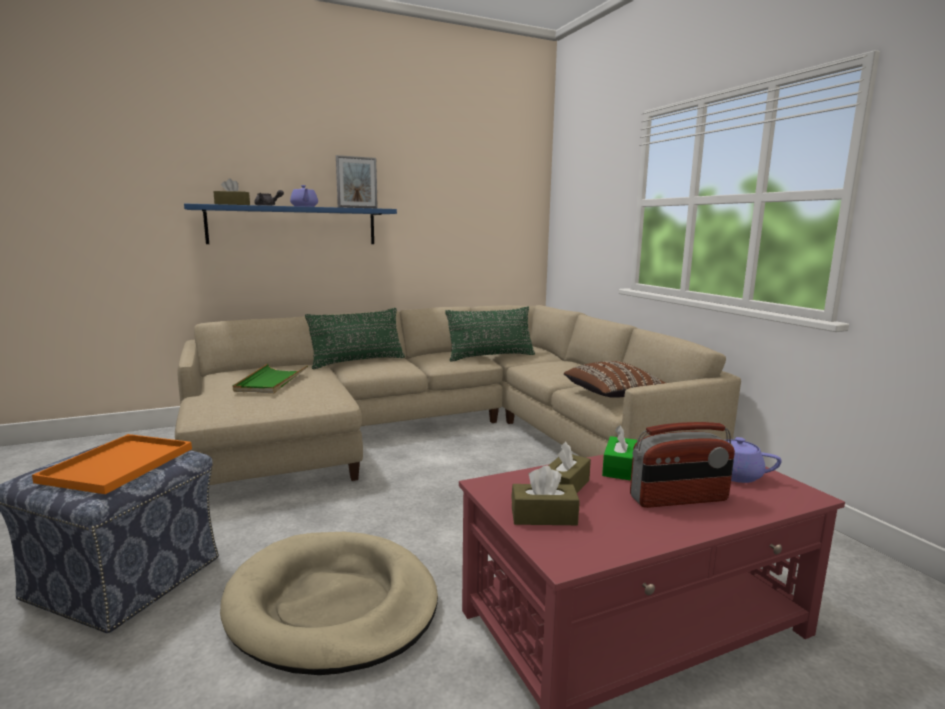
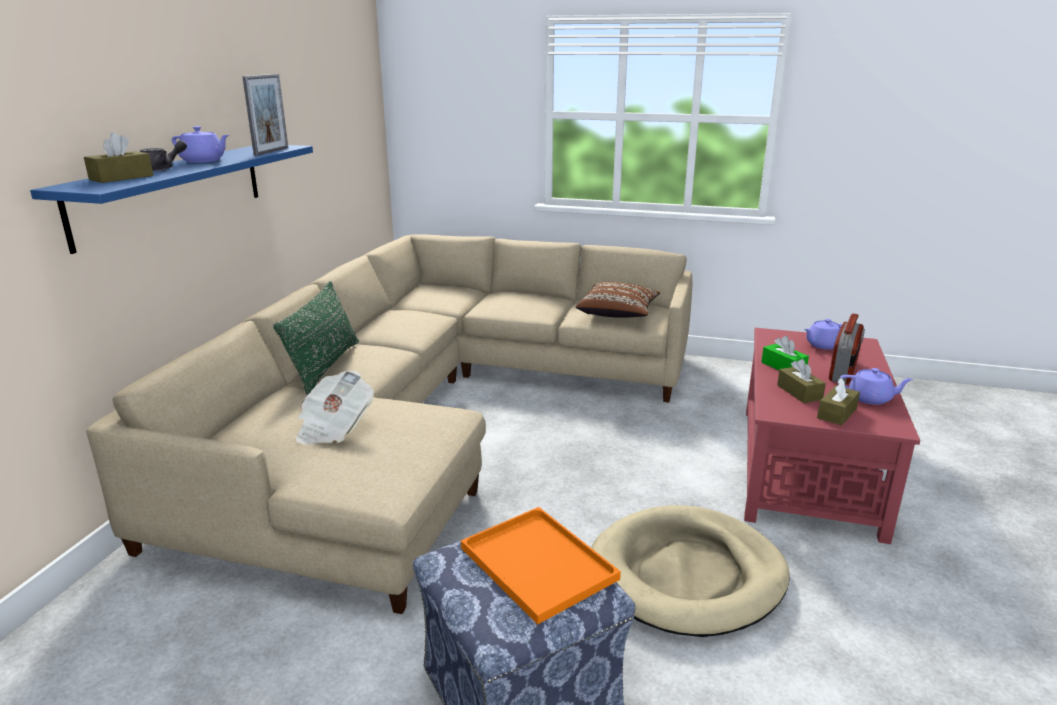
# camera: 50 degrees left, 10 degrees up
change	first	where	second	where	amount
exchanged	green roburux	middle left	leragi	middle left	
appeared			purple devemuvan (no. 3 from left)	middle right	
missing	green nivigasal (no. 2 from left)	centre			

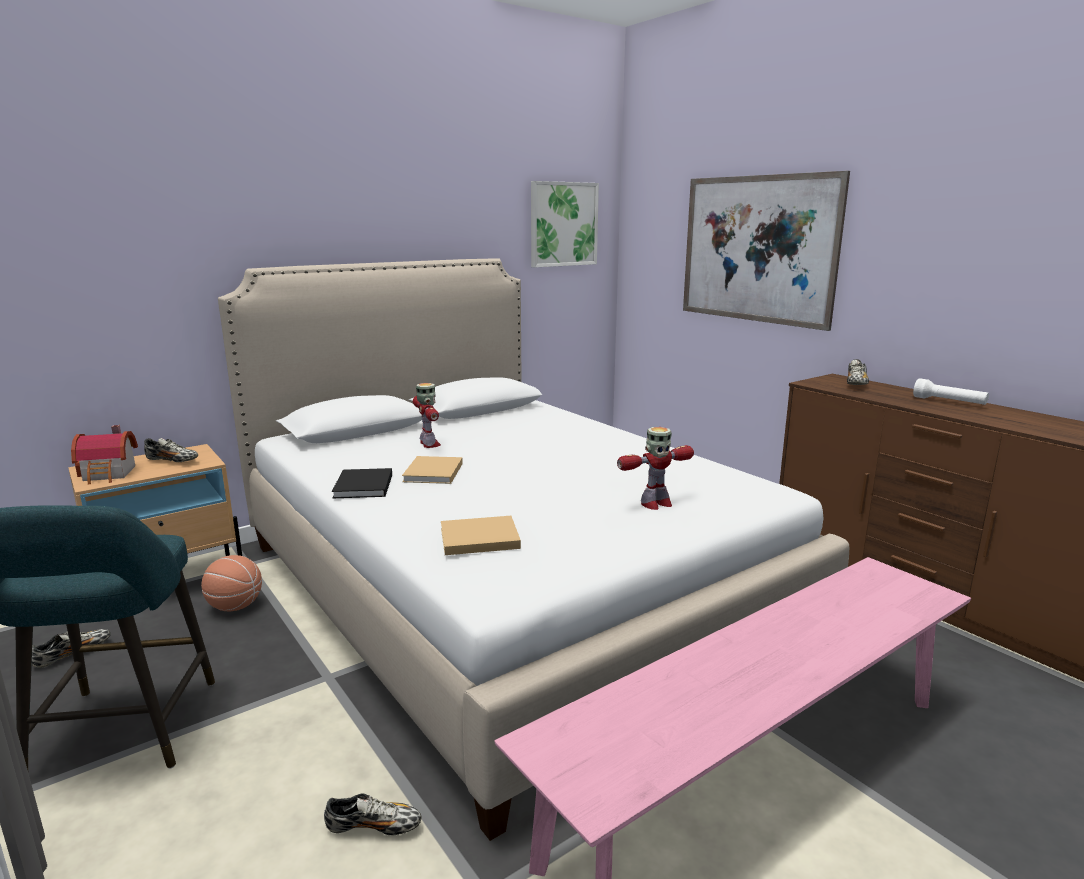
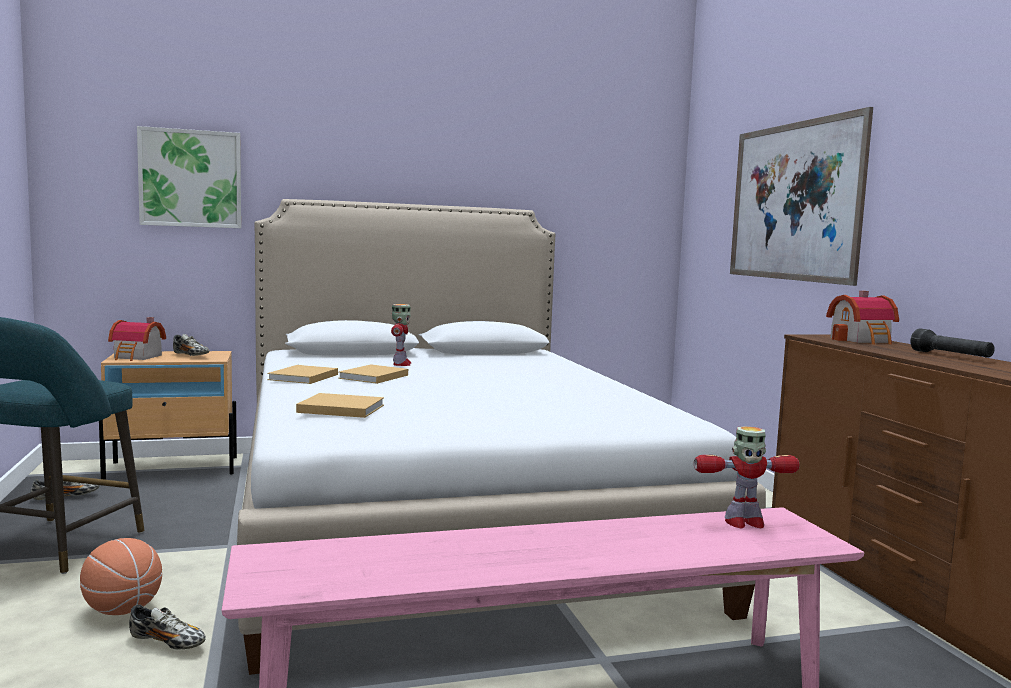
# camera: 20 degrees right, 10 degrees down
change	first	where	second	where	amount
relocated	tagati	middle left		bottom left	
relocated	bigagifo (no. 1 from left)	top centre		top left	
colour	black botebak	centre	beige botebak (no. 1 from left)	middle left	
relocated	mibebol (no. 2 from left)	centre		bottom right	
exchanged	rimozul (no. 4 from left)	middle right	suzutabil (no. 2 from left)	middle right	
colour	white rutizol	middle right	black rutizol	middle right	

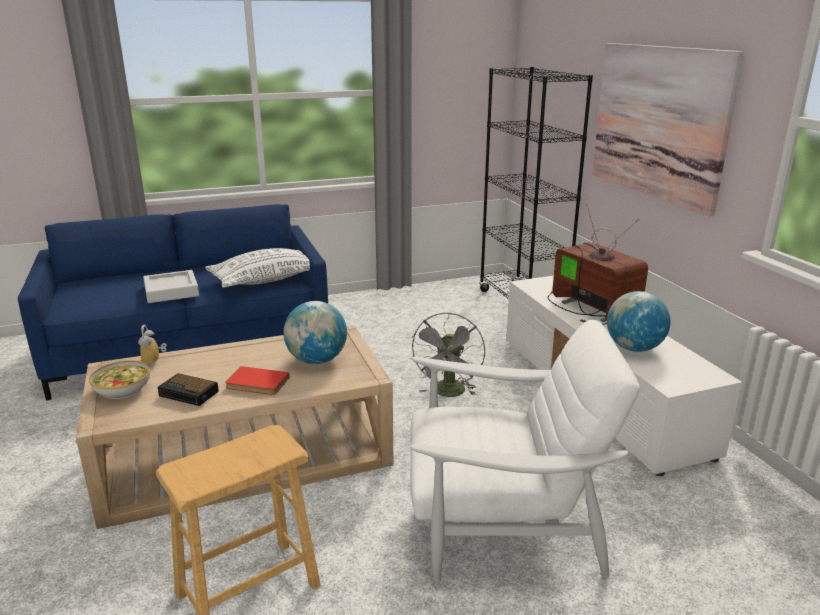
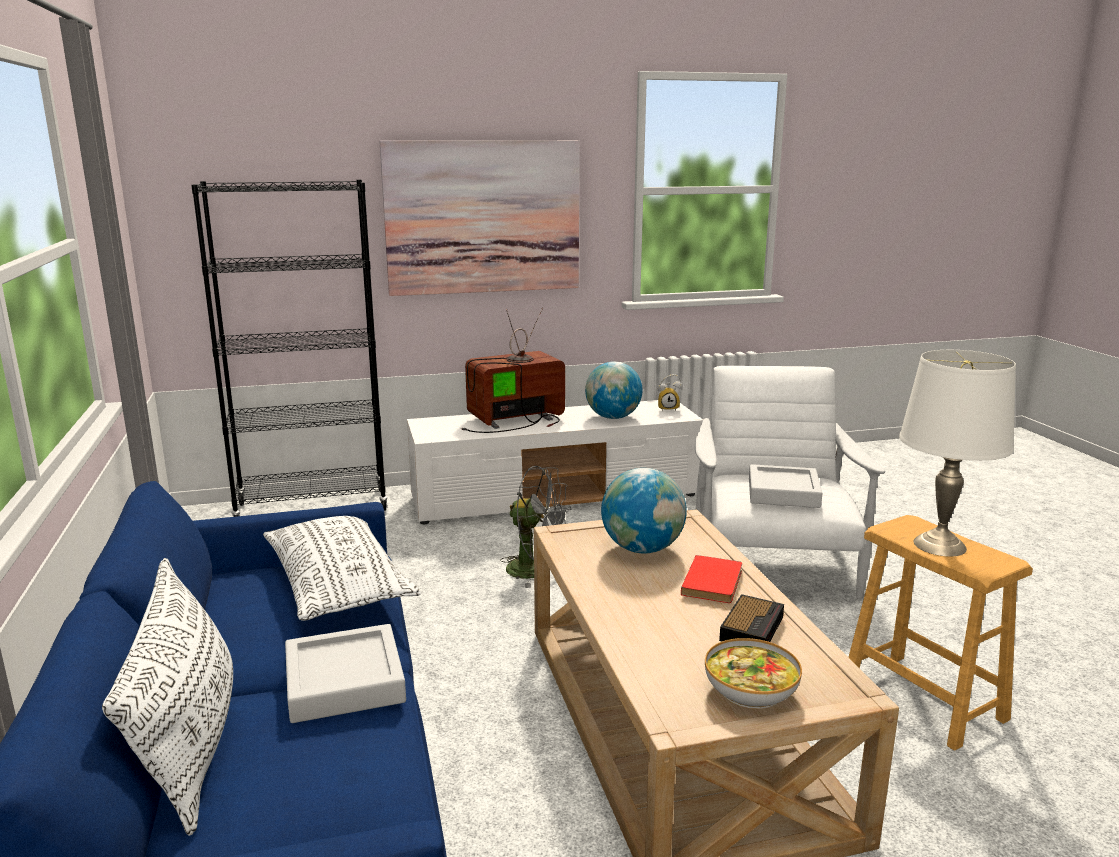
# camera: 85 degrees left, 5 degrees down
change	first	where	second	where	amount
appeared			white nivigasal (no. 1 from left)	bottom left	
relocated	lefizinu (no. 1 from left)	middle left		centre	
appeared			grey roburux (no. 2 from left)	middle right	
appeared			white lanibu	middle right	

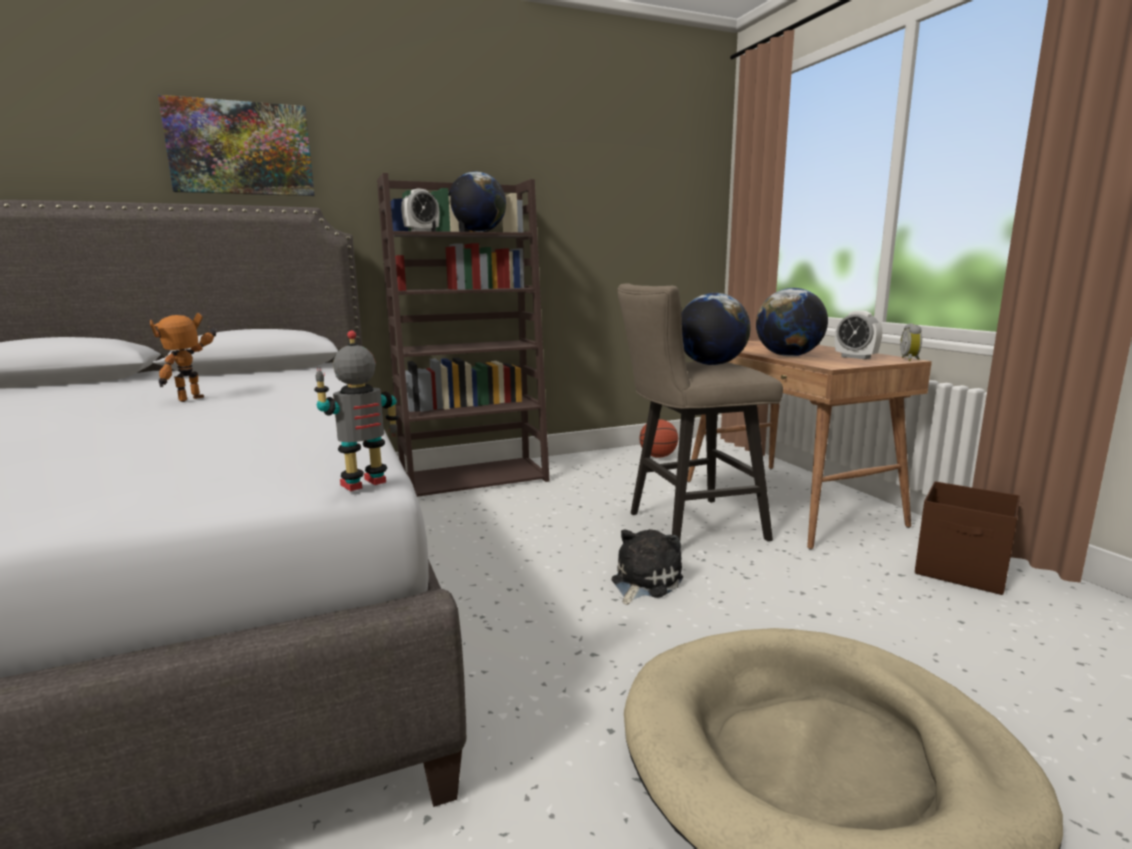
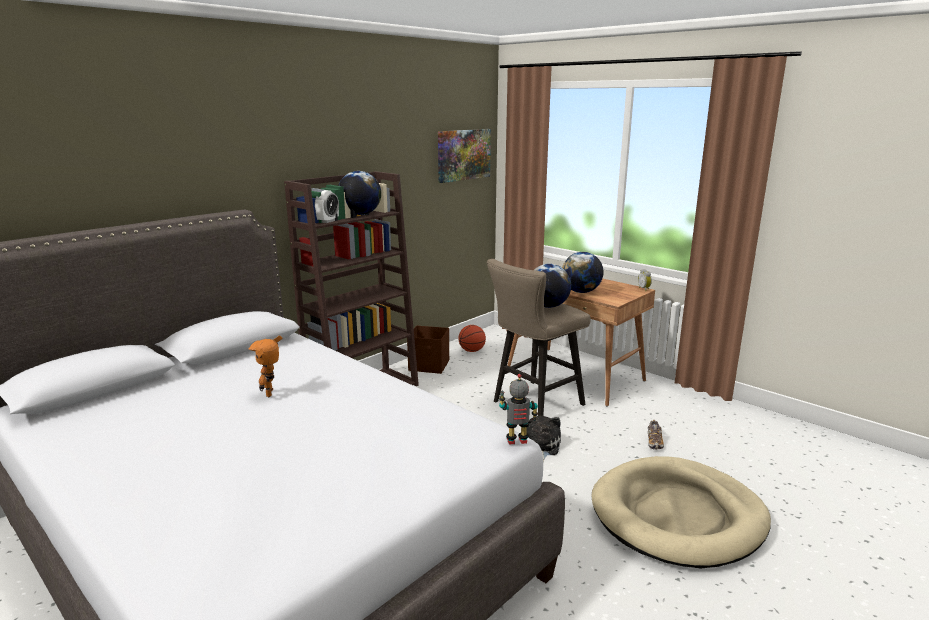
# camera: 25 degrees left, 5 degrees up
change	first	where	second	where	amount
relocated	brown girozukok	middle right		centre	
relocated	bigagifo	top left		top centre	
spun	mibebol (no. 2 from left)	middle left		centre	60 degrees clockwise
appeared			rimozul	bottom right	
missing	lefizinu (no. 2 from left)	middle right			

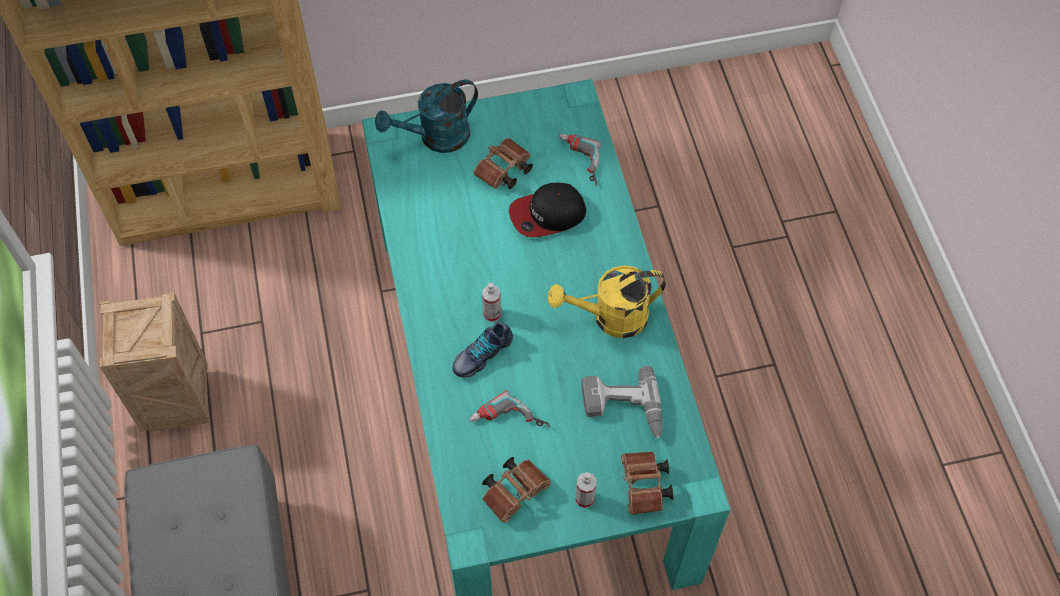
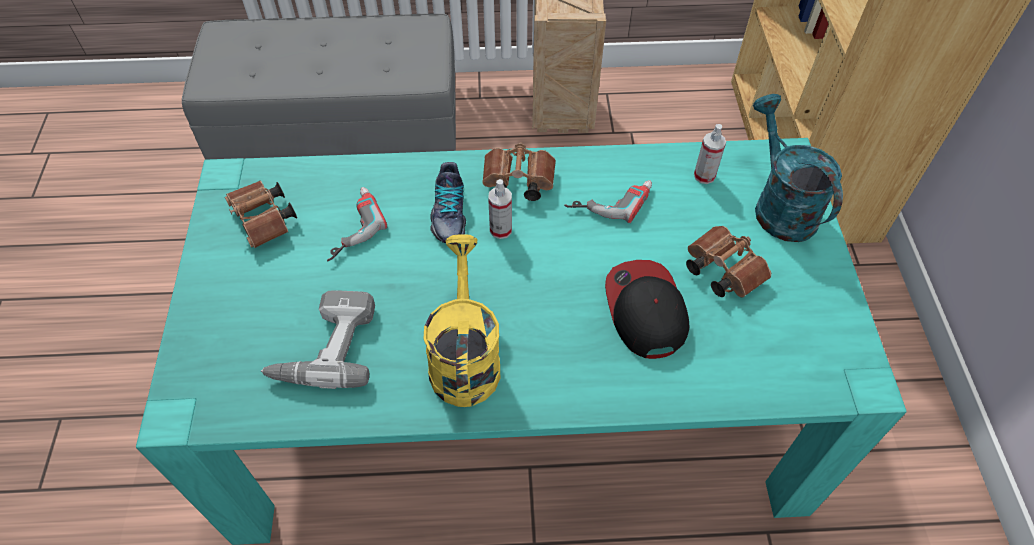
# camera: 100 degrees right, 5 degrees down
change	first	where	second	where	amount
spun	rimozul	centre		centre	150 degrees counterclockwise
relocated	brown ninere (no. 3 from left in the first image)	bottom centre	brown ninere (no. 2 from left)	top centre	
relocated	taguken (no. 2 from left in the first image)	top centre	taguken (no. 3 from left)	centre	
relocated	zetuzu (no. 2 from left)	bottom centre		top right	

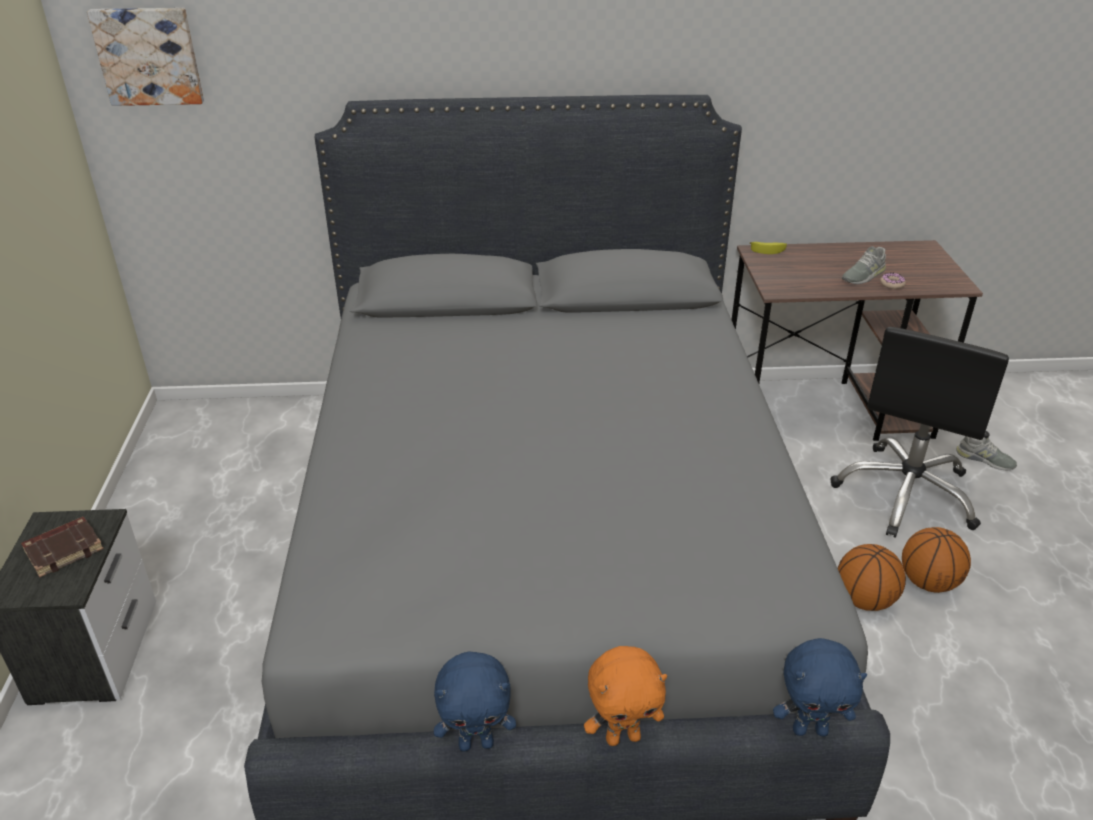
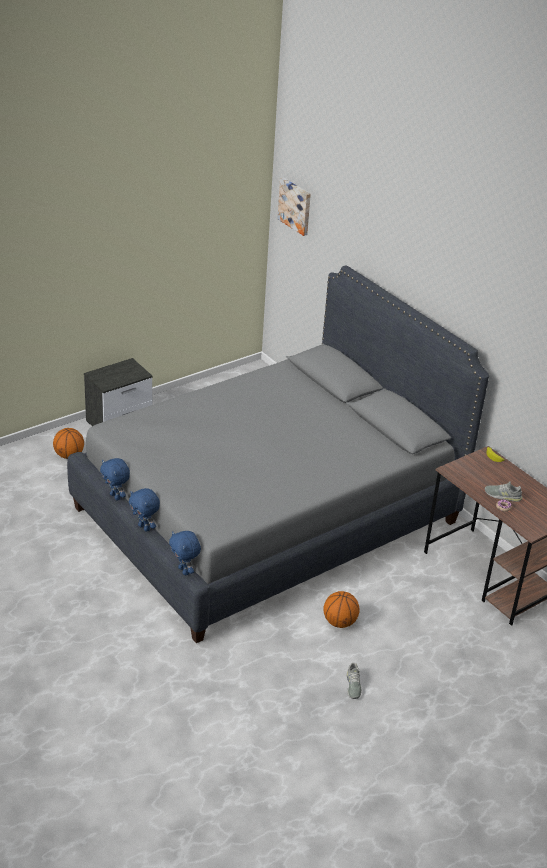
# camera: 55 degrees right, 0 degrees up
change	first	where	second	where	amount
relocated	tagati (no. 2 from left in the first image)	bottom right	tagati (no. 1 from left)	middle left	
colour	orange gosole	bottom centre	blue gosole (no. 2 from left)	middle left	
relocated	grey rimozul (no. 2 from left in the first image)	middle right	grey rimozul (no. 1 from left)	bottom centre	
missing	brown botebak	bottom left			
missing	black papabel	middle right			

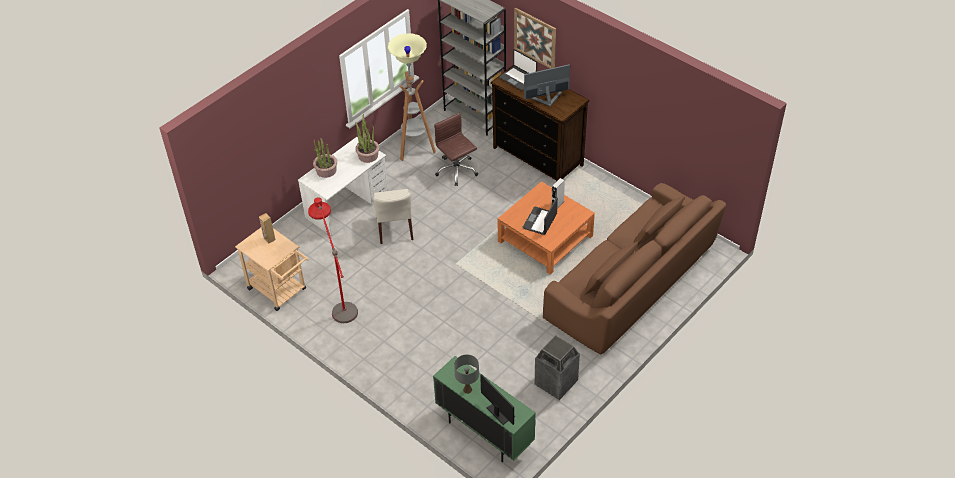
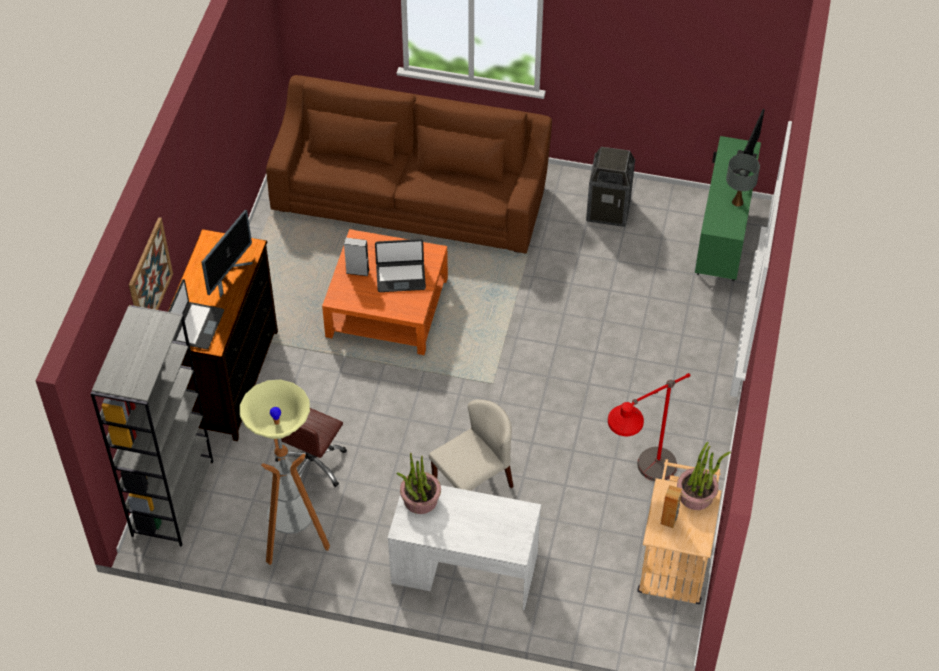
# camera: 120 degrees left, 5 degrees up
change	first	where	second	where	amount
spun	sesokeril (no. 2 from left in the first image)	top centre	sesokeril (no. 1 from left)	middle left	105 degrees counterclockwise
relocated	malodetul (no. 1 from left in the first image)	top centre	malodetul (no. 2 from left)	bottom right	

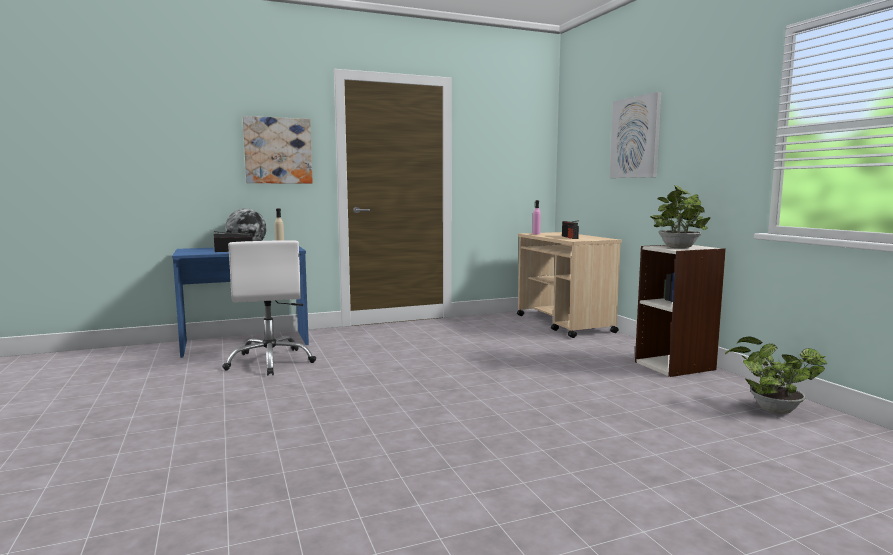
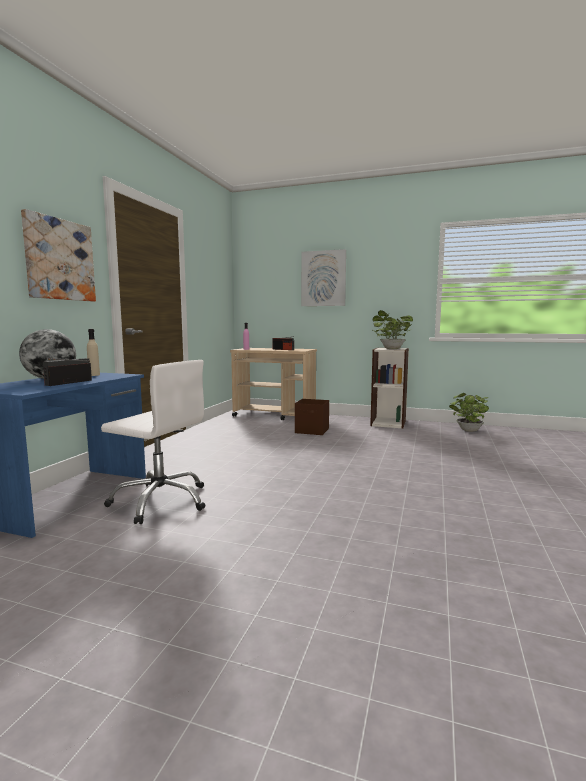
# camera: 50 degrees left, 0 degrees up
change	first	where	second	where	amount
appeared			brown girozukok	centre	

